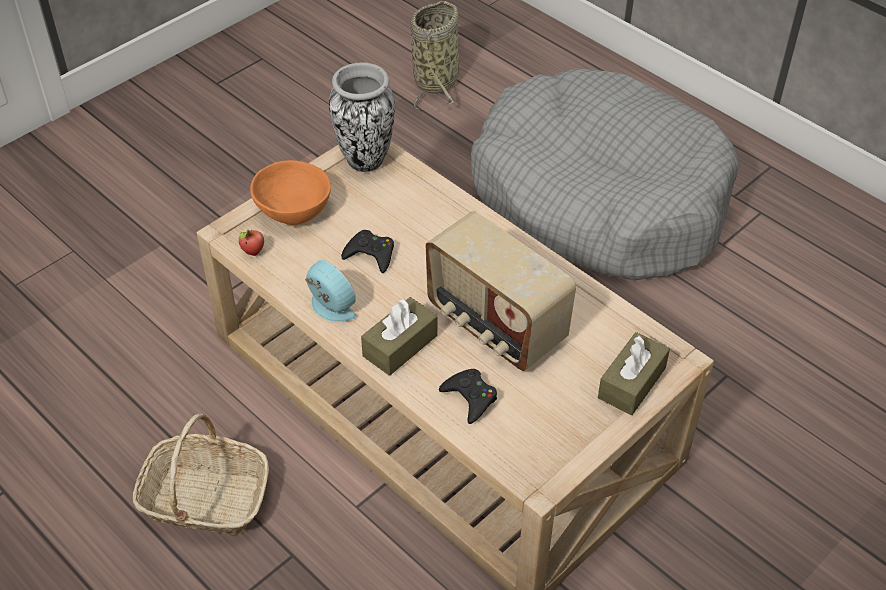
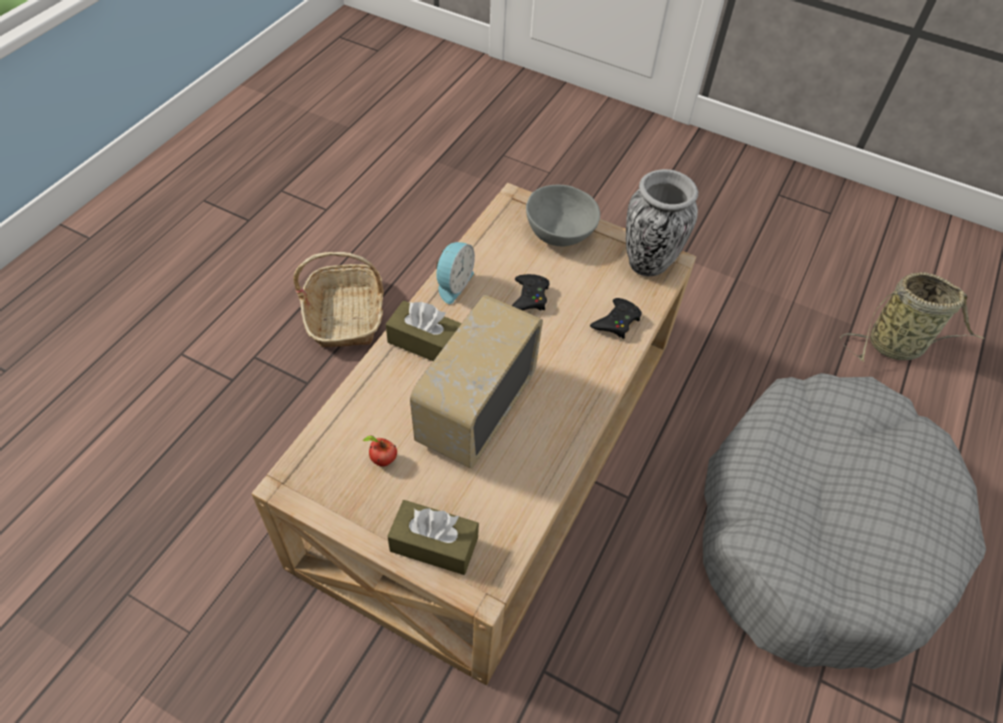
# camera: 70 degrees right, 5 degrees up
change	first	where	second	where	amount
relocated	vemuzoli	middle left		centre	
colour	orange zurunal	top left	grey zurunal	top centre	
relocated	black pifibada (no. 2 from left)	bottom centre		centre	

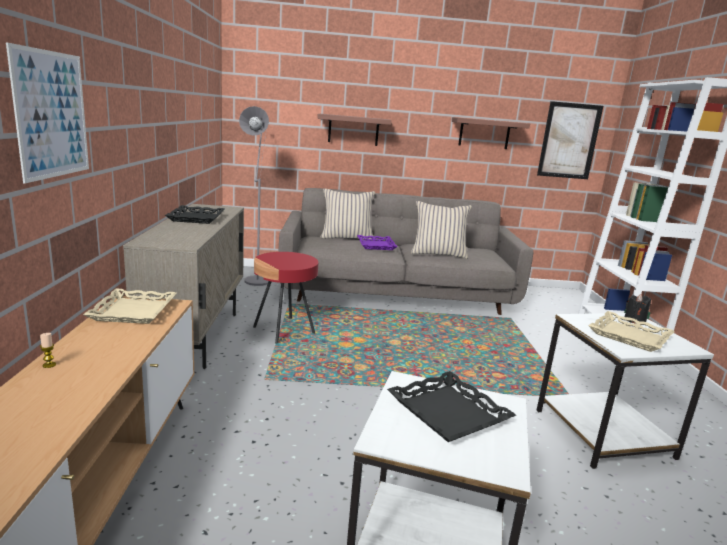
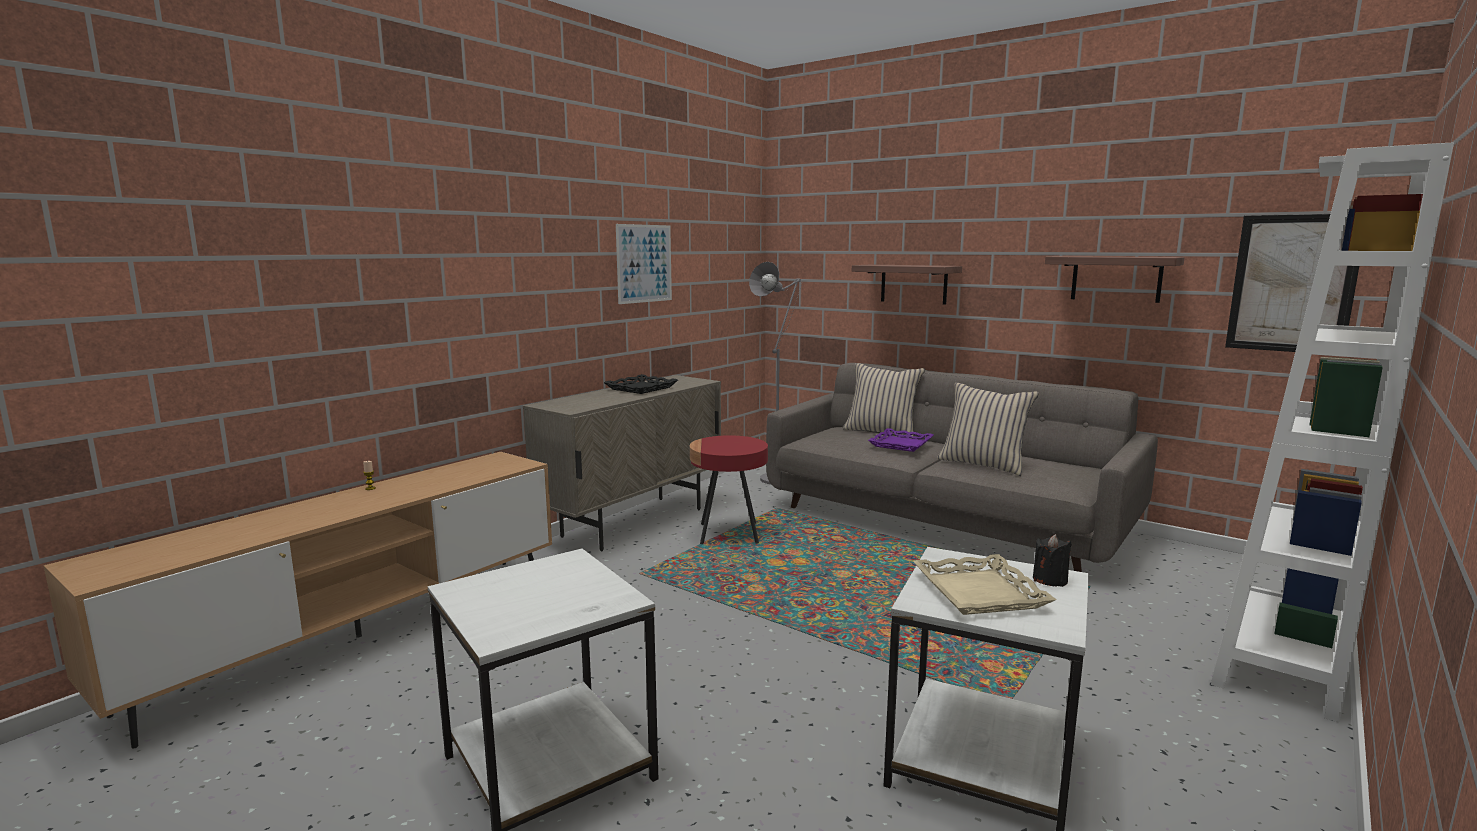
# camera: 40 degrees right, 5 degrees down
change	first	where	second	where	amount
relocated	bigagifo (no. 1 from left)	top left		top centre	
missing	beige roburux (no. 1 from left)	middle left			
missing	black roburux (no. 2 from left)	bottom centre			

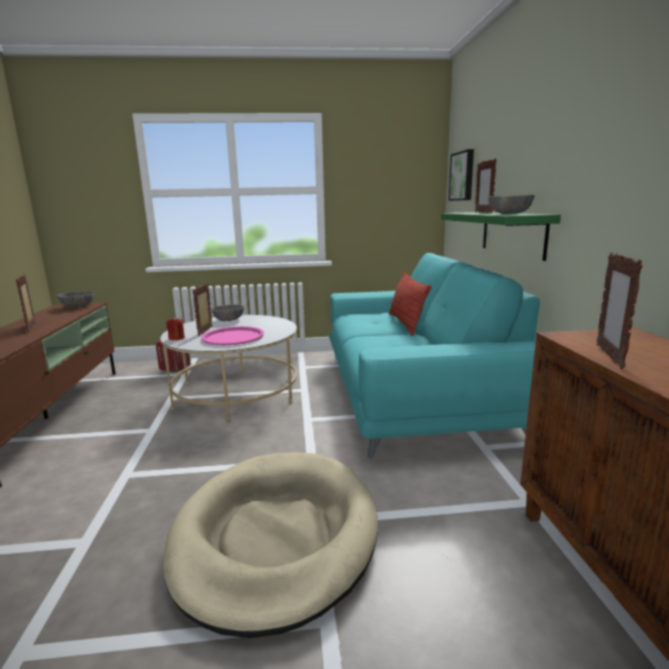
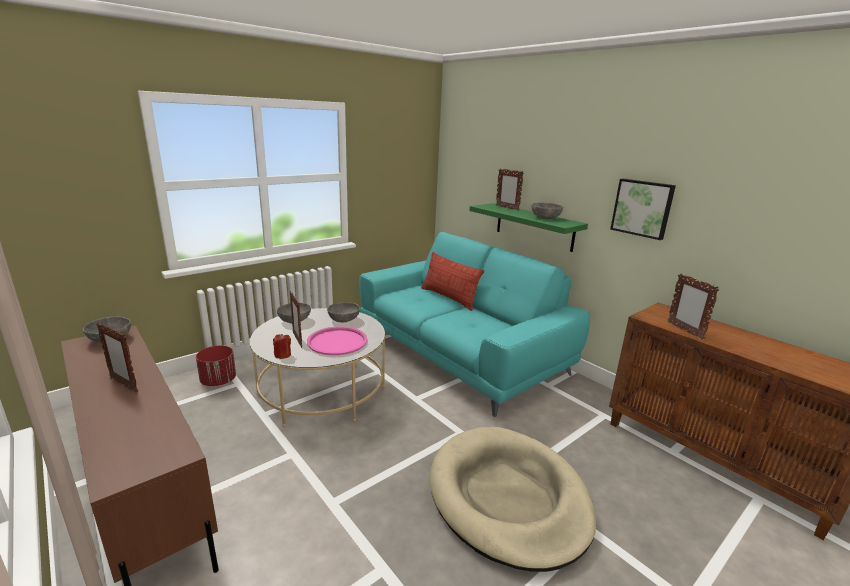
# camera: 35 degrees left, 5 degrees up
change	first	where	second	where	amount
appeared			grey zurunal (no. 3 from left)	centre	
relocated	bigagifo	top right		middle right	

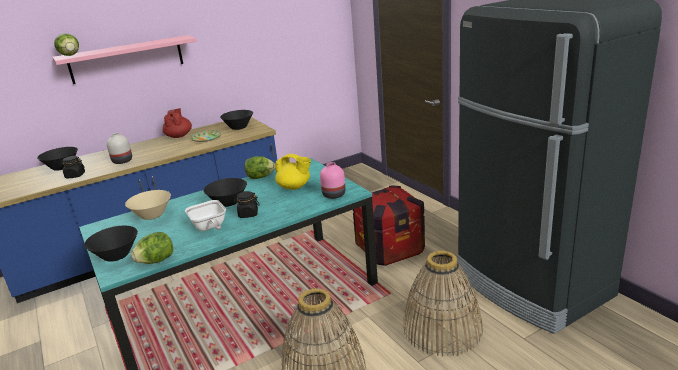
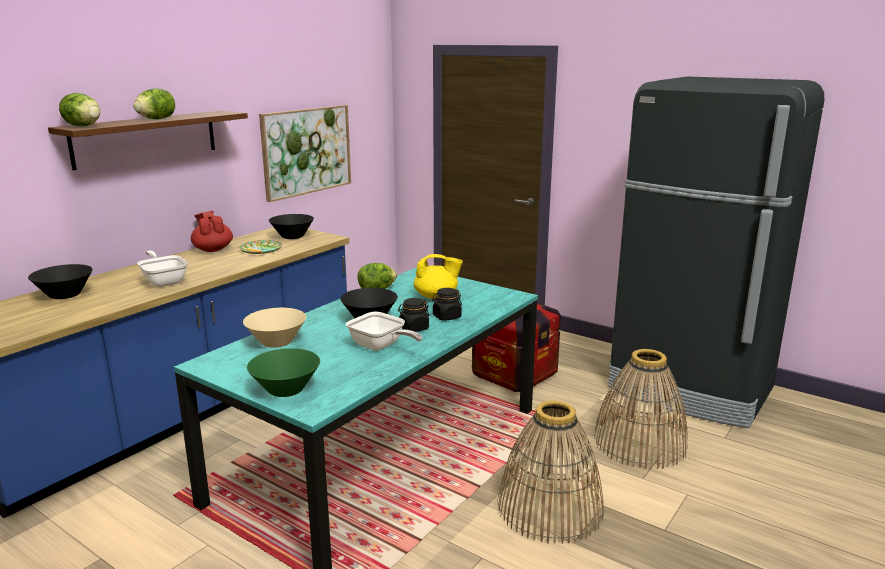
# camera: 25 degrees left, 5 degrees down
change	first	where	second	where	amount
colour	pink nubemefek	top left	brown nubemefek	top left	
relocated	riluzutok (no. 2 from left)	bottom left		top left	
exchanged	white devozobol	middle left	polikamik (no. 1 from left)	middle left	
colour	black zurunal (no. 2 from left)	middle left	green zurunal	middle left	
appeared			bigagifo	top centre	
relocated	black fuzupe (no. 1 from left in the first image)	middle left	black fuzupe (no. 2 from left)	centre	
missing	pink devozobol	centre			

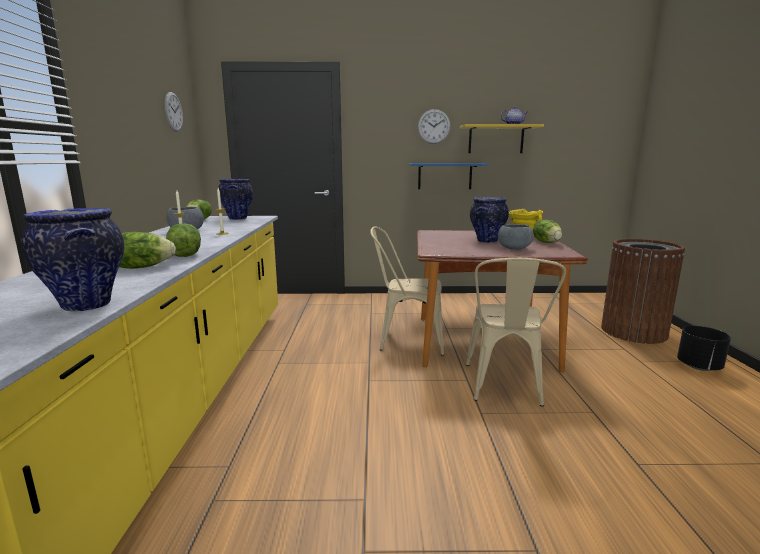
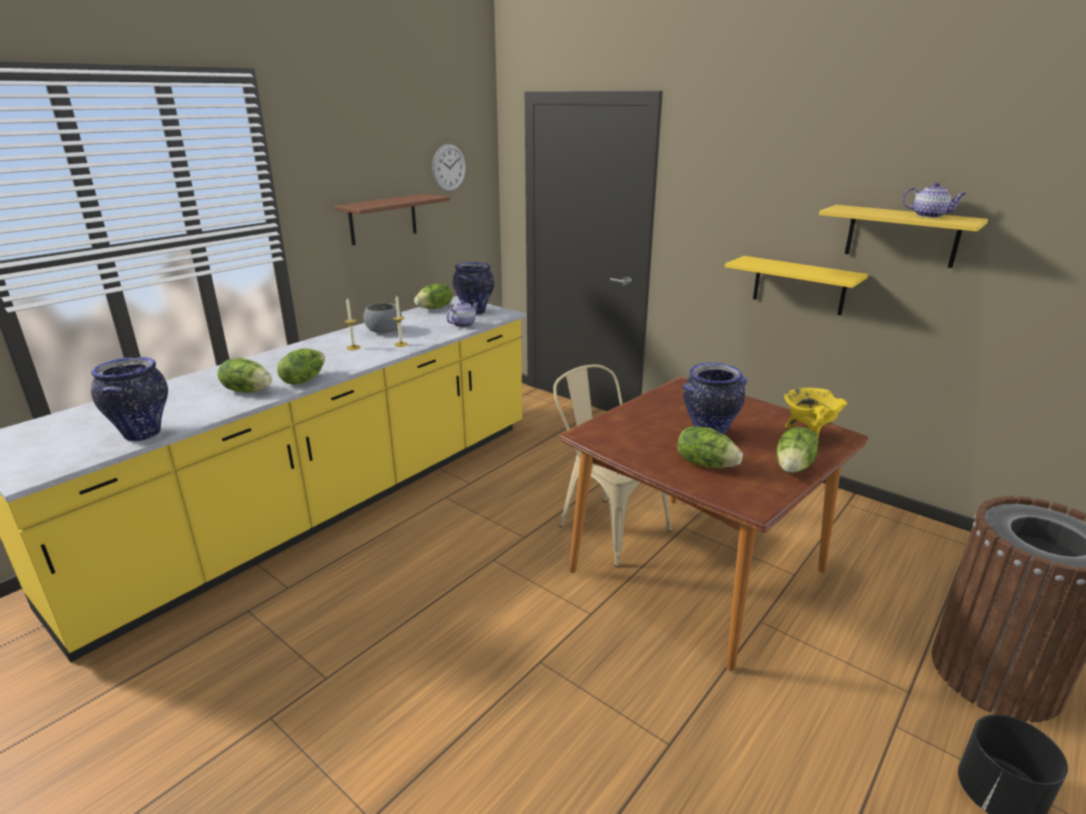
# camera: 40 degrees right, 10 degrees up
change	first	where	second	where	amount
appeared			brown nubemefek	top centre	
appeared			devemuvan (no. 1 from left)	centre	
exchanged	grey zurunal (no. 2 from left)	middle right	riluzutok (no. 4 from left)	centre	
colour	blue nubemefek	top centre	yellow nubemefek (no. 1 from left)	middle right	
missing	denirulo (no. 2 from left)	top centre			
missing	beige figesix (no. 2 from left)	middle right			

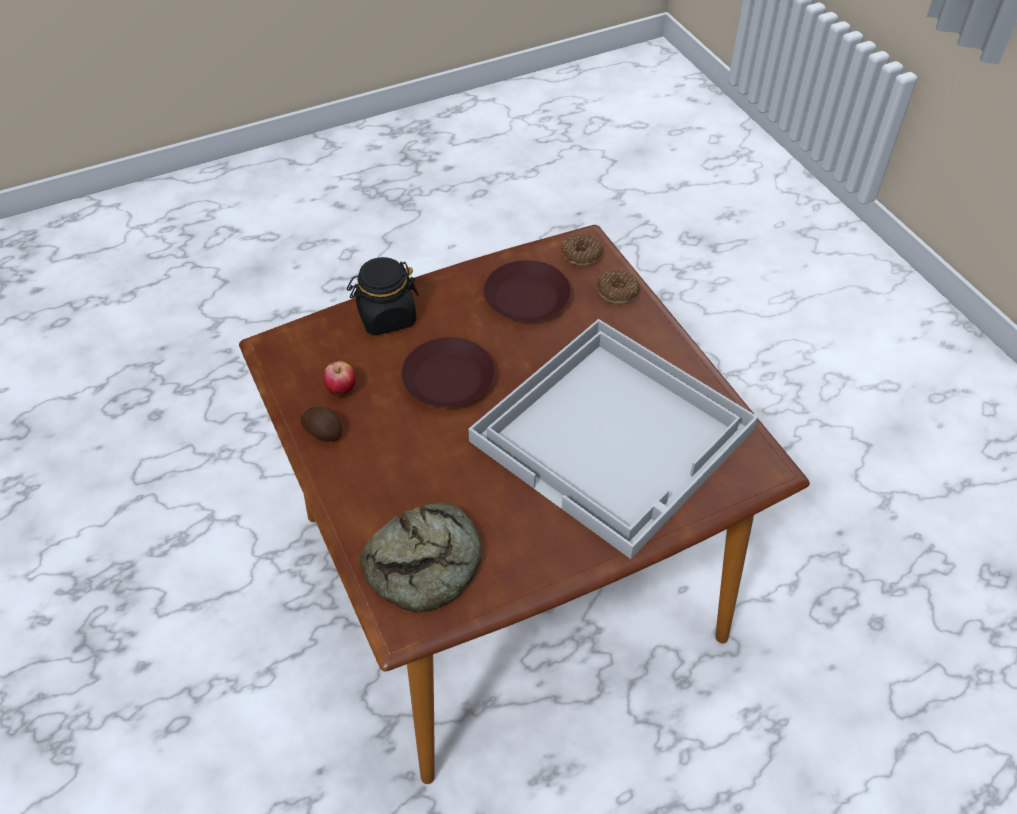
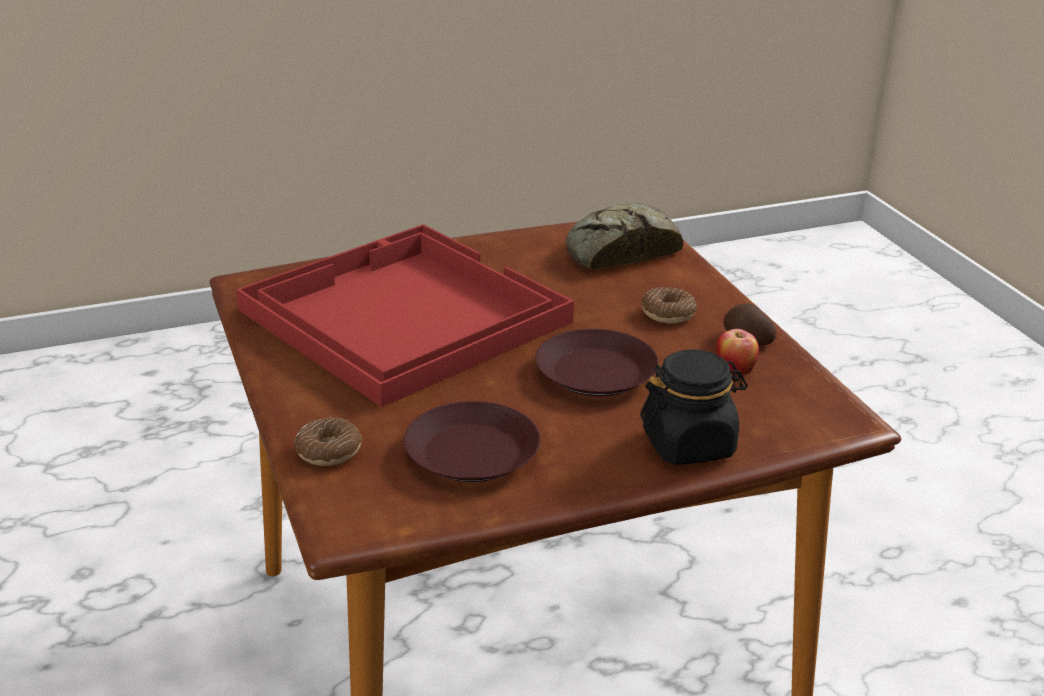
# camera: 175 degrees left, 20 degrees down
change	first	where	second	where	amount
colour	white roburux	centre	red roburux	centre	
relocated	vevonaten (no. 1 from left in the first image)	top centre	vevonaten (no. 2 from left)	centre	

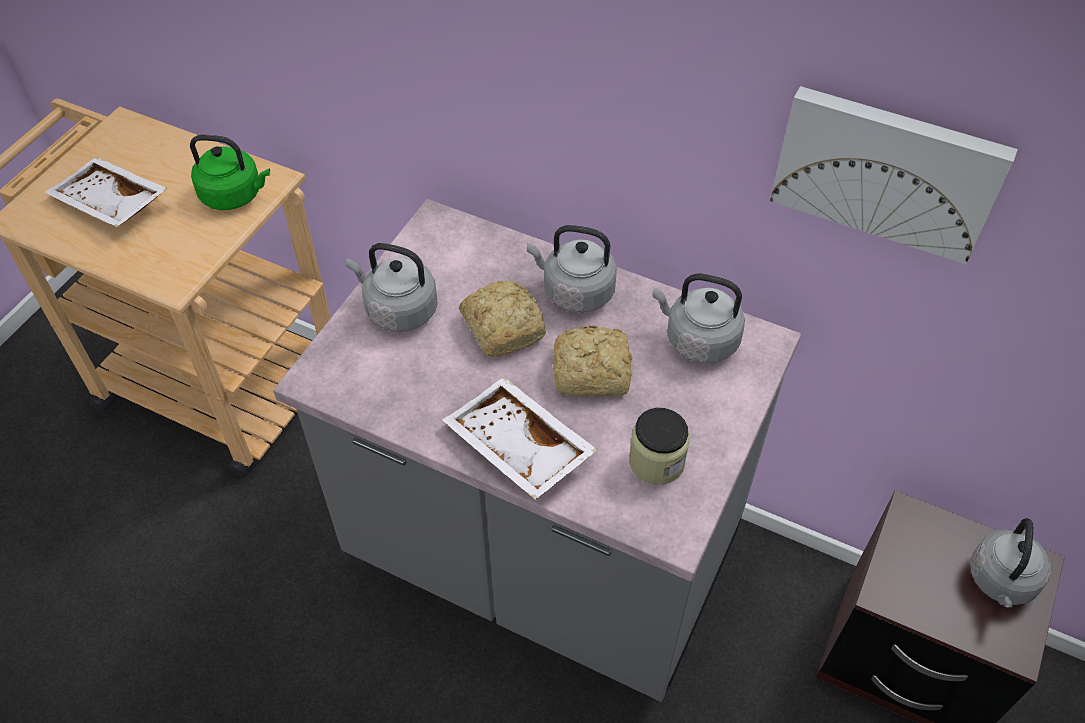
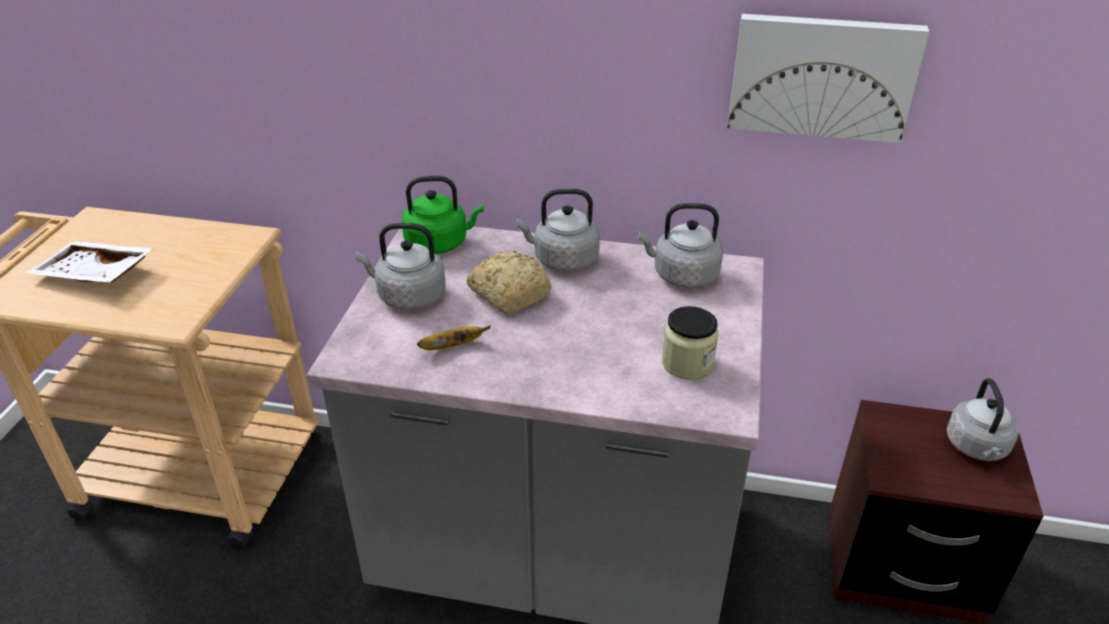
# camera: 15 degrees left, 15 degrees down
change	first	where	second	where	amount
relocated	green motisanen	top left		centre	
appeared			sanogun	centre	
missing	white roburux (no. 2 from left)	centre			
missing	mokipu (no. 2 from left)	centre			

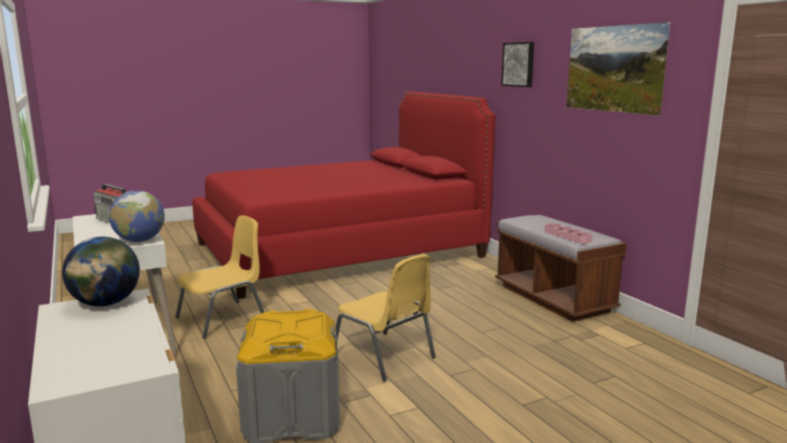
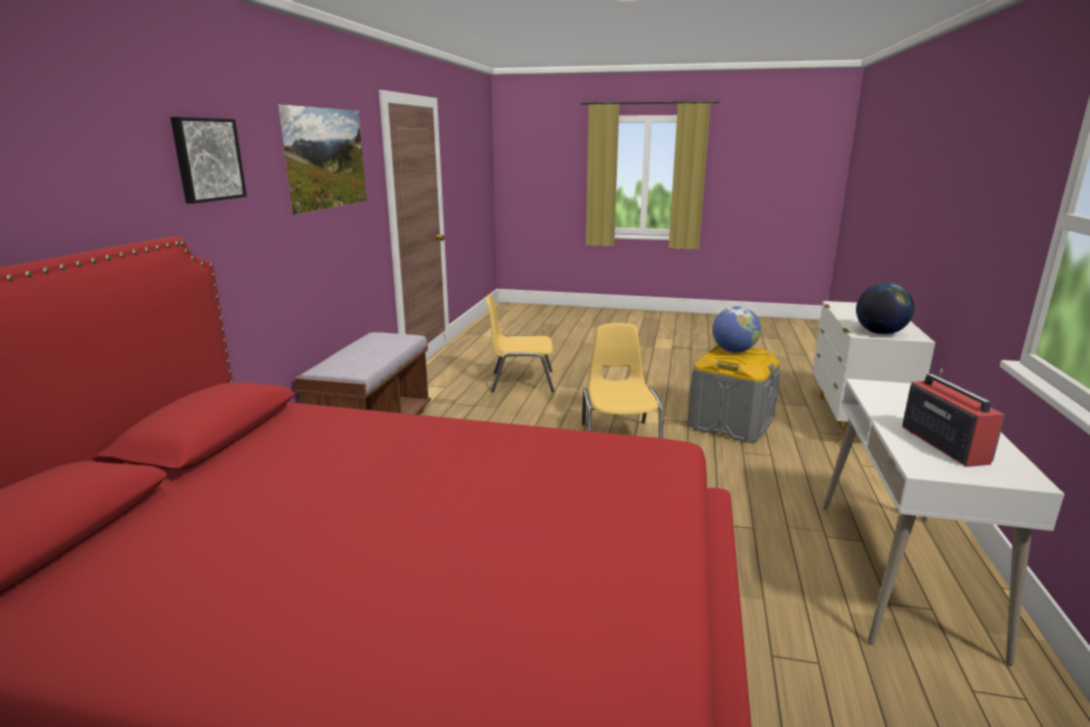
# camera: 140 degrees left, 5 degrees up
change	first	where	second	where	amount
relocated	yellow figesix (no. 1 from left)	middle left		centre	
relocated	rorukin (no. 2 from left in the first image)	middle left	rorukin (no. 1 from left)	middle right	
missing	pink roburux	middle right			

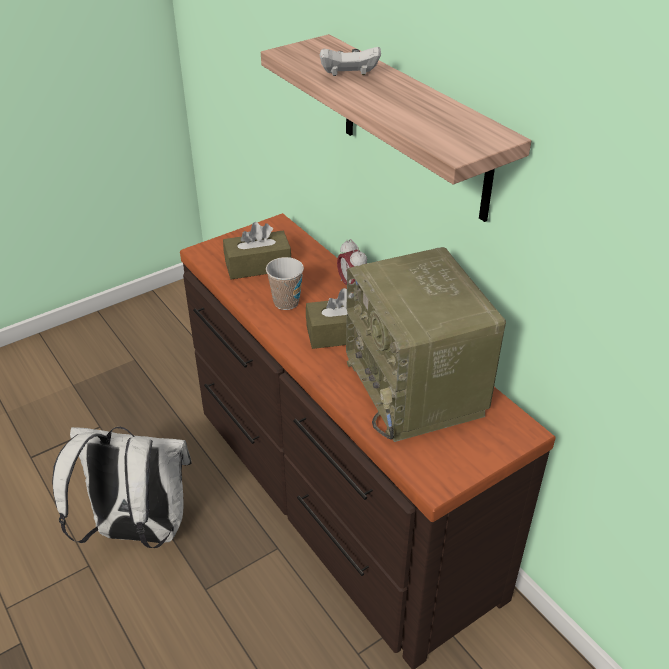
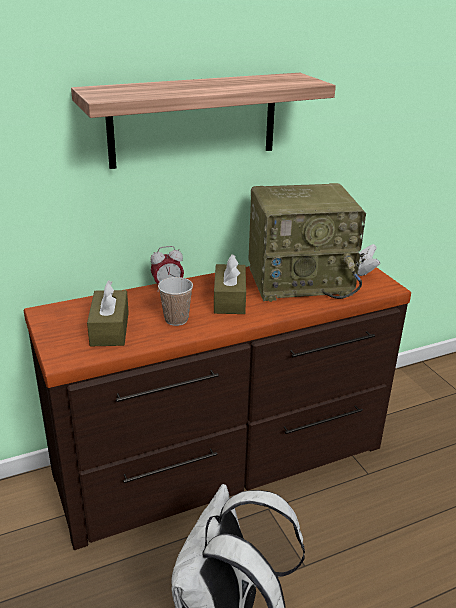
# camera: 80 degrees left, 10 degrees down
change	first	where	second	where	amount
relocated	white pifibada	top centre		middle right	

